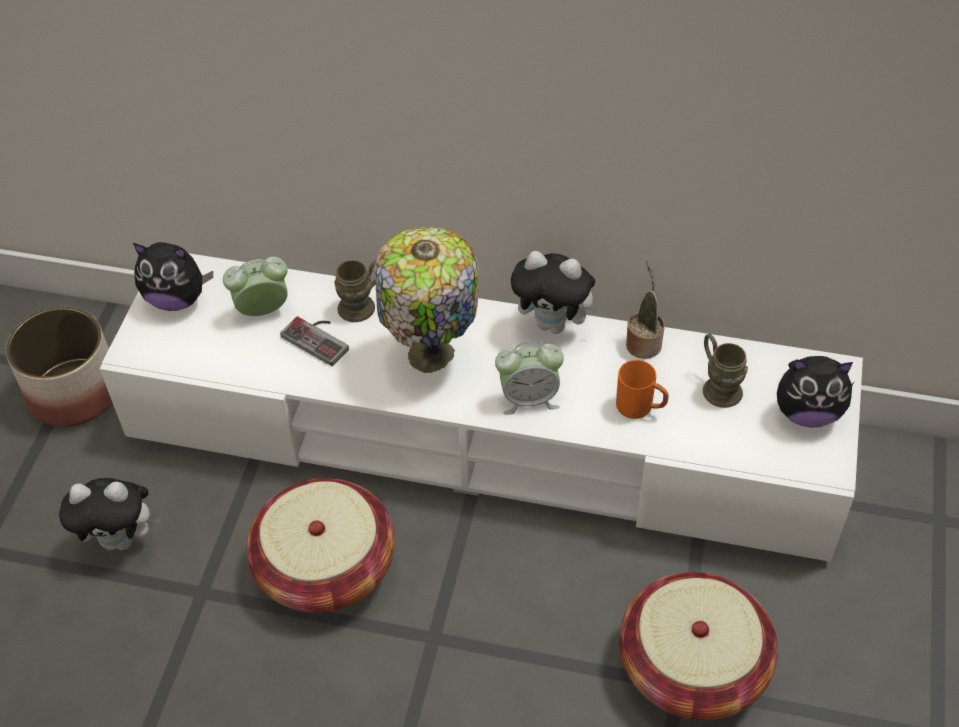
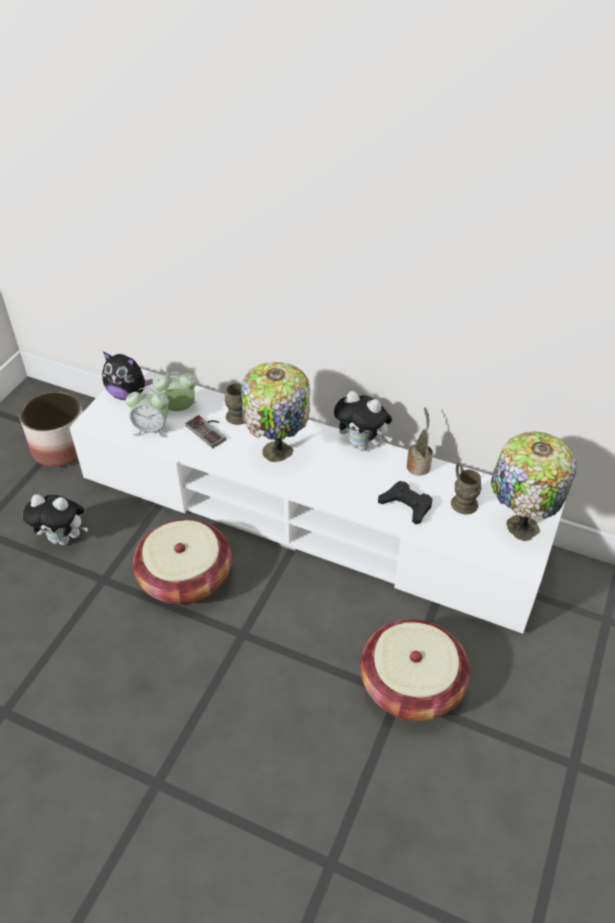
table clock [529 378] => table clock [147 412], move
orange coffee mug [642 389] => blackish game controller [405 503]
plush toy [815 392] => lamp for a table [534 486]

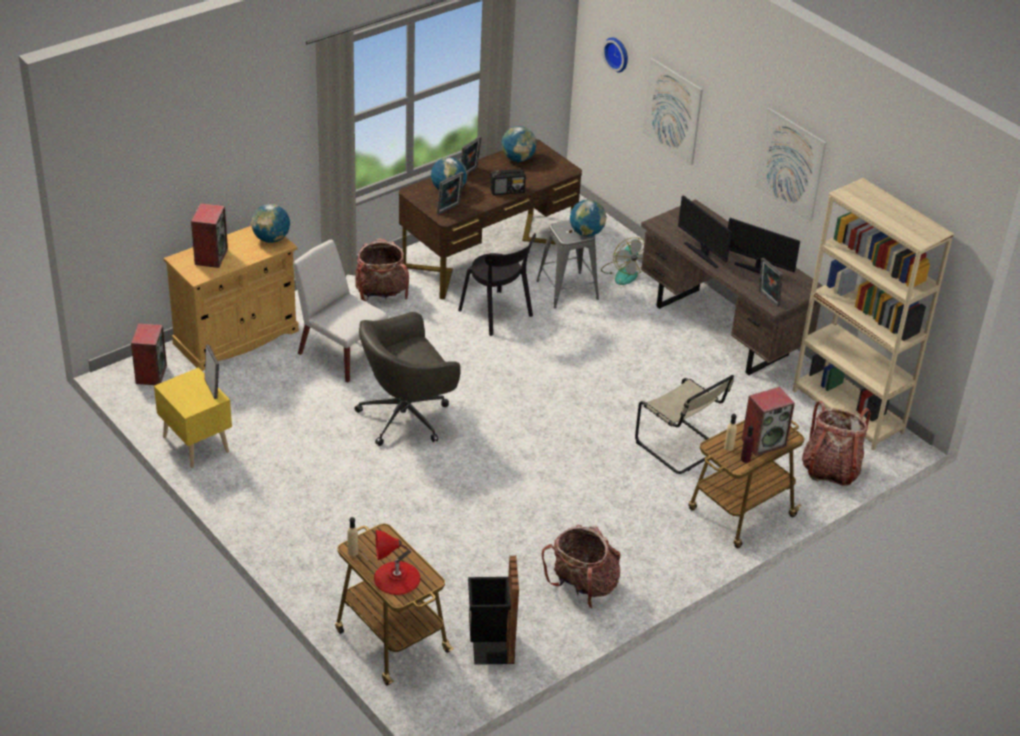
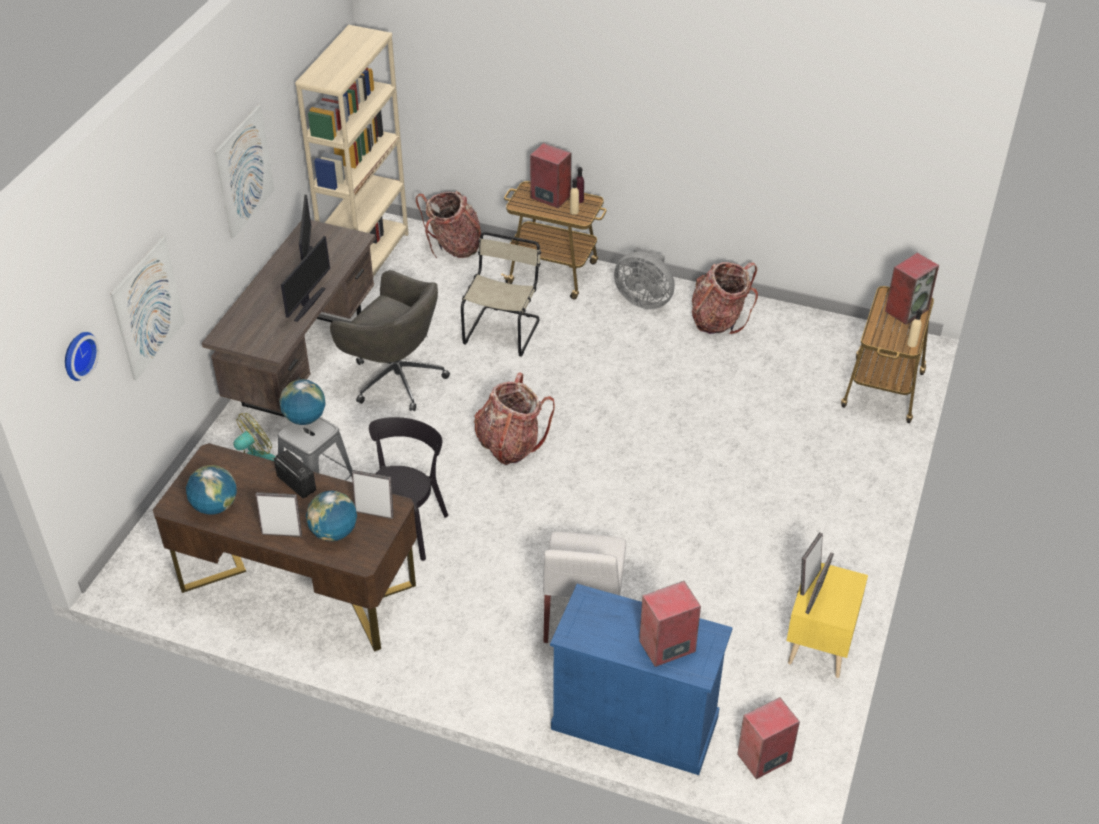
sand-coloured storage cabinet [231 298] => blue storage cabinet [641 679]
desk globe [270 223] => nothing
rucksack [382 269] => rucksack [514 419], move
greyish desk chair [407 379] => greyish desk chair [390 340], move
red-coloured lamp for a table [397 562] => speaker [912 289]
blackish rubbish bin [493 610] => nothing
photo frame [771 282] => photo frame [819 583], move
nothing => greyish electric fan [644 278]

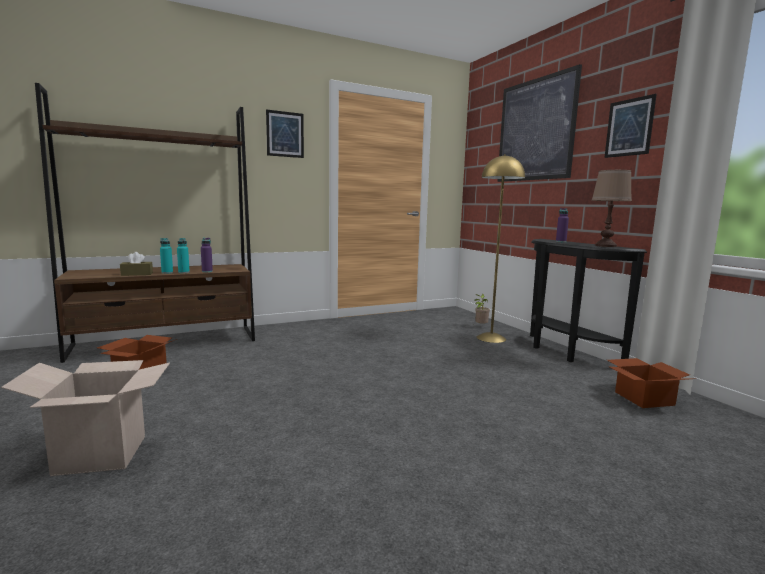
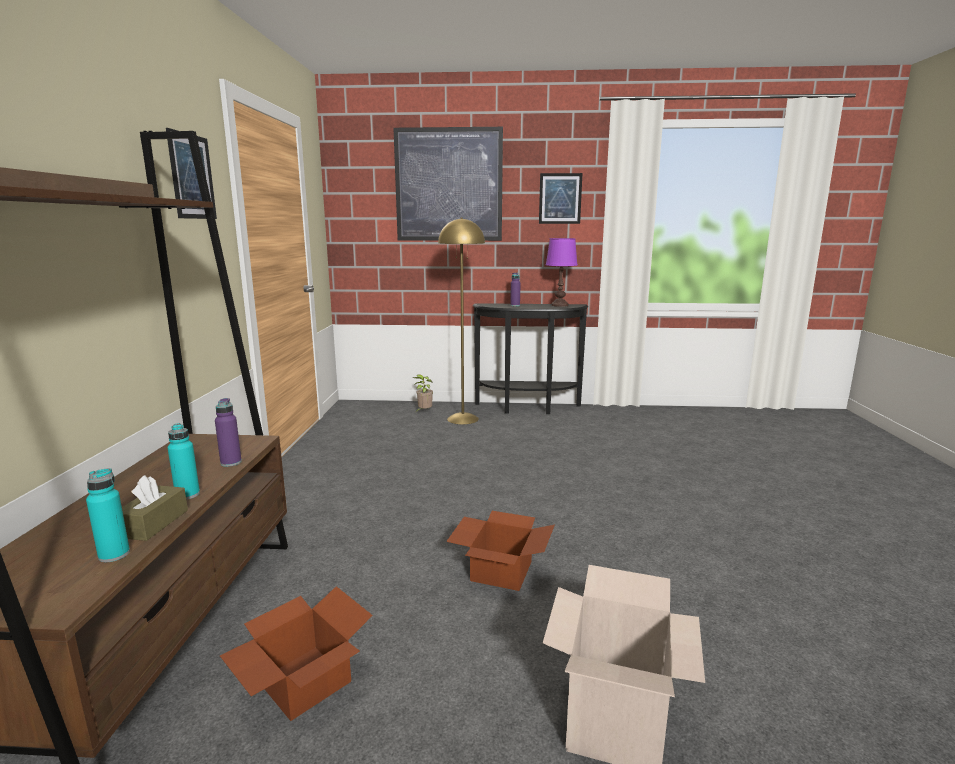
blue-green beverage bottle [183 255] => blue-green beverage bottle [108 515], move
brown-coloured lamp for a table [612 208] => purplish lamp for a table [562 272]
packing box [649 383] => packing box [500 551], move

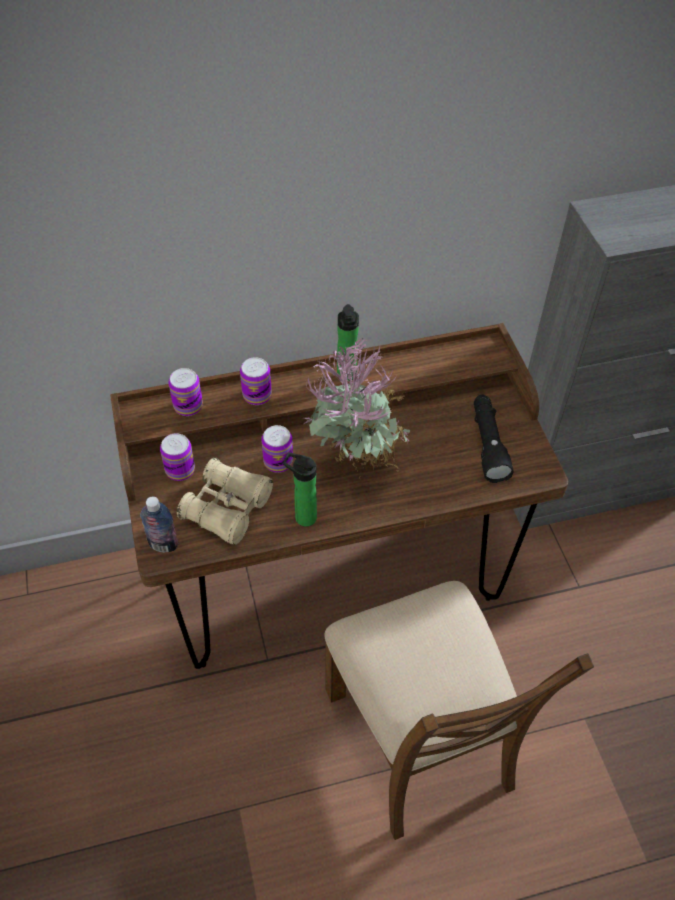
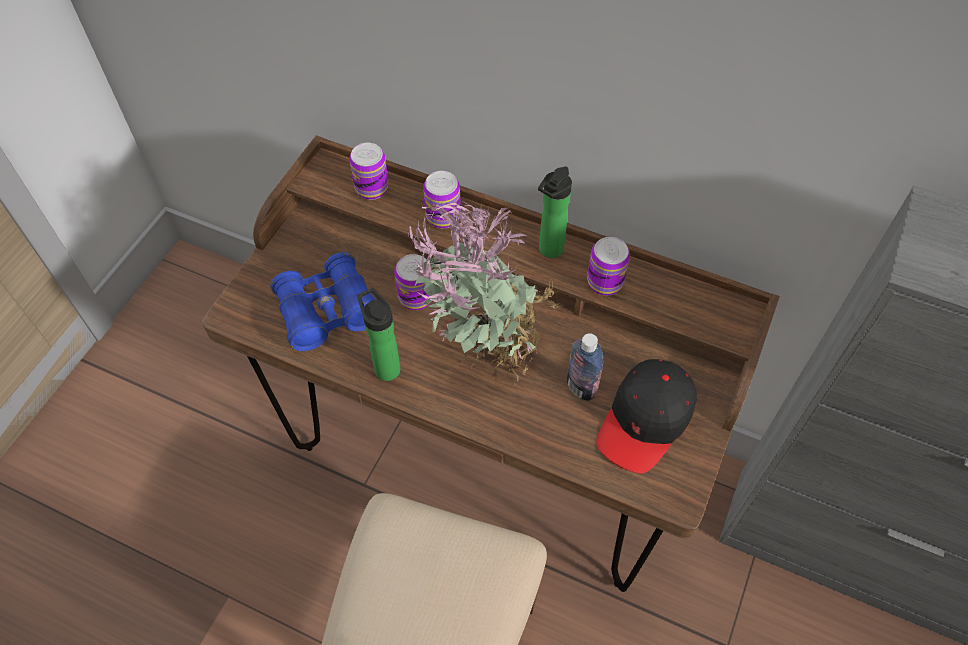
beverage bottle [159 524] => beverage bottle [585 367], move
sealed can [177 457] => sealed can [608 266], move
sand-coloured pair of binoculars [225 501] => blue pair of binoculars [322 301]
blackish flashlight [494 439] => blackish cap [646 416]

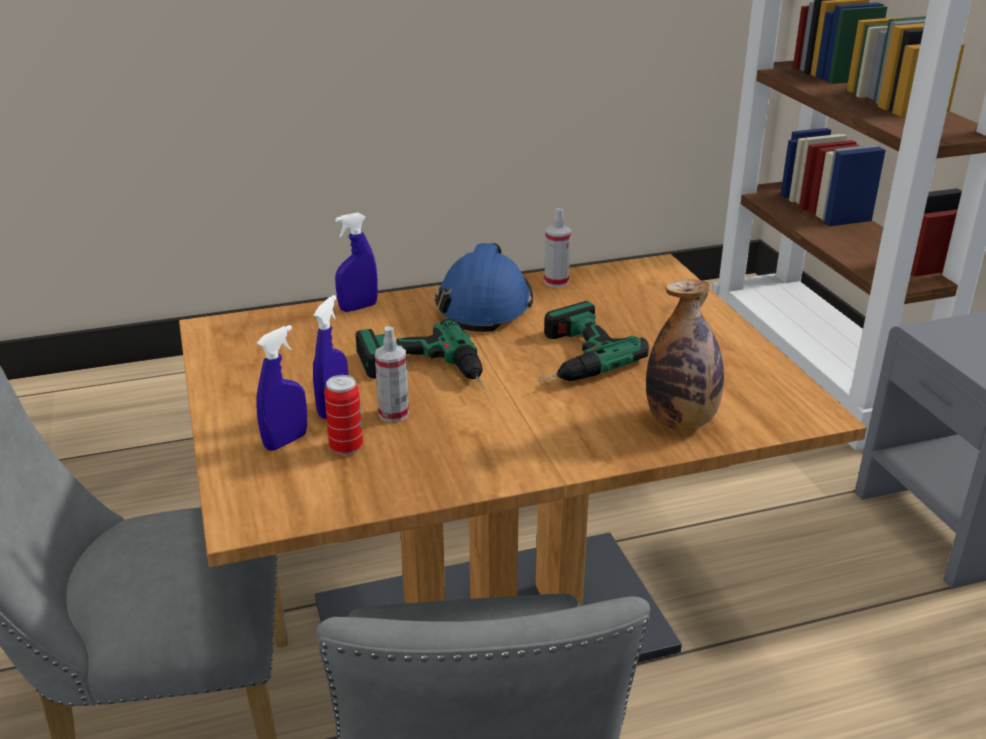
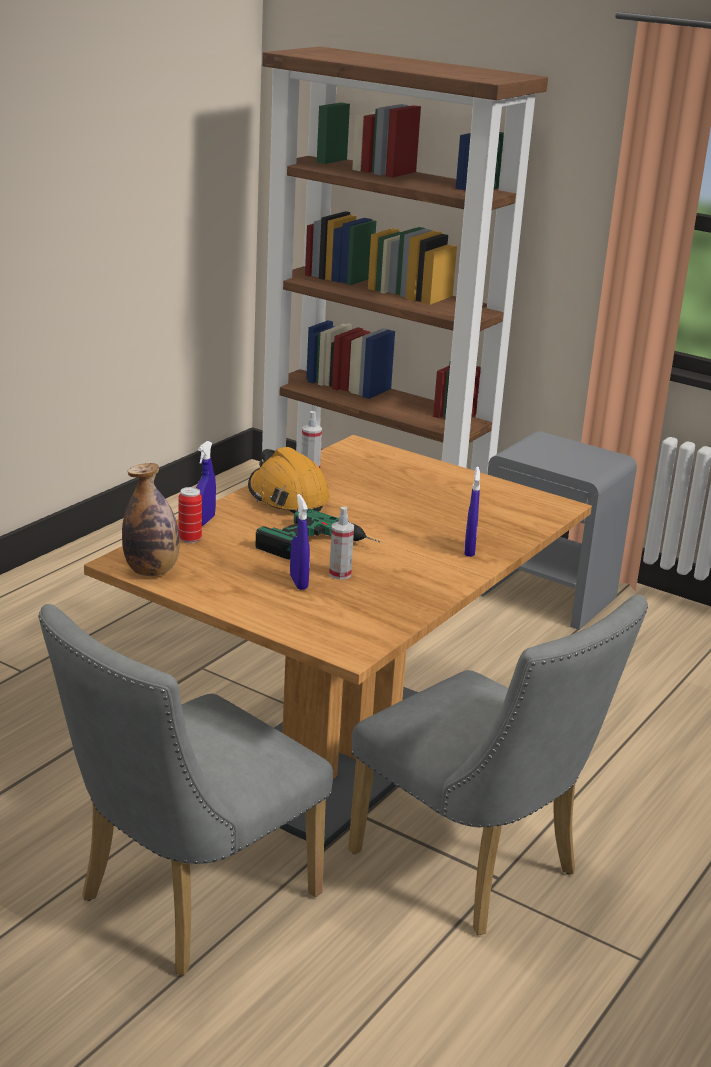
blue sprayer [281 388] => blue sprayer [472 512], move
sealed can [343 415] => sealed can [190 515], move
blue work helmet [484 287] => orange work helmet [289 480]
drill [593 341] => nothing
beverage bottle [685 355] => beverage bottle [151 519], move

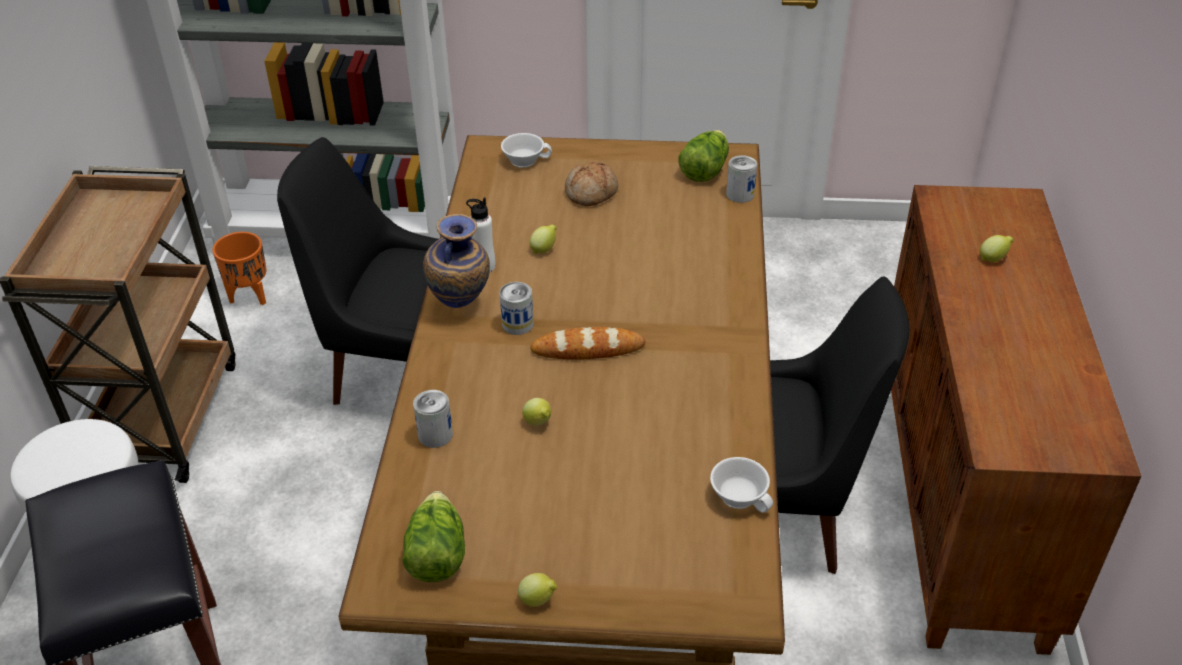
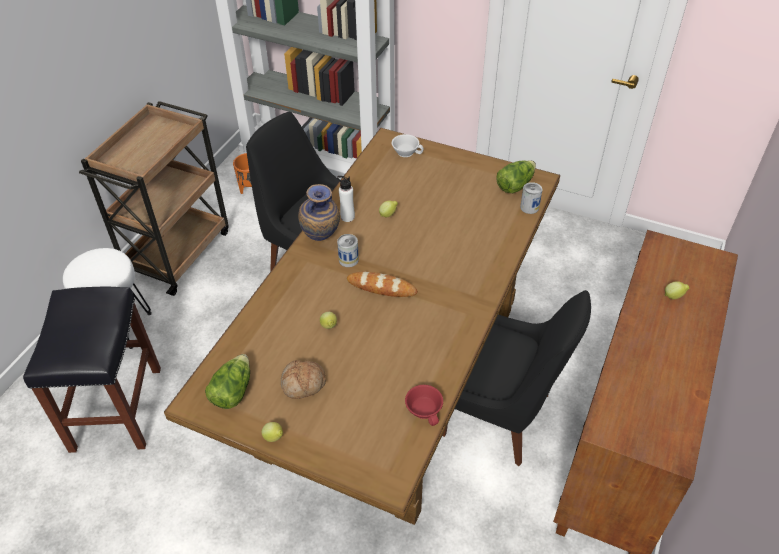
sealed can [433 419] => nothing
baked bread [592 184] => baked bread [303 379], move
white-coloured cup [741 485] => red-coloured cup [424 405]

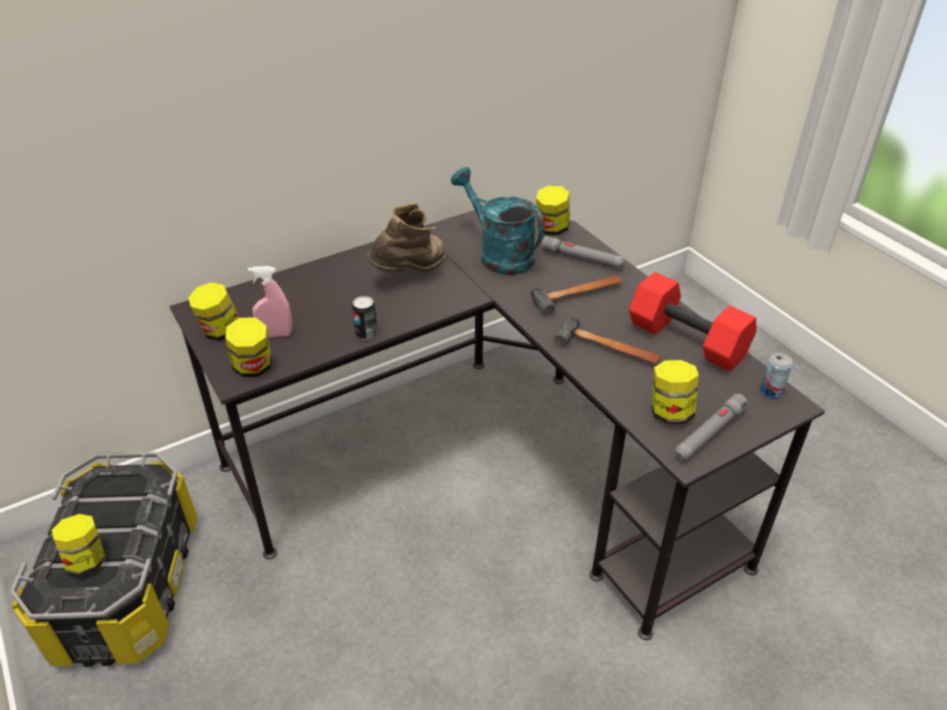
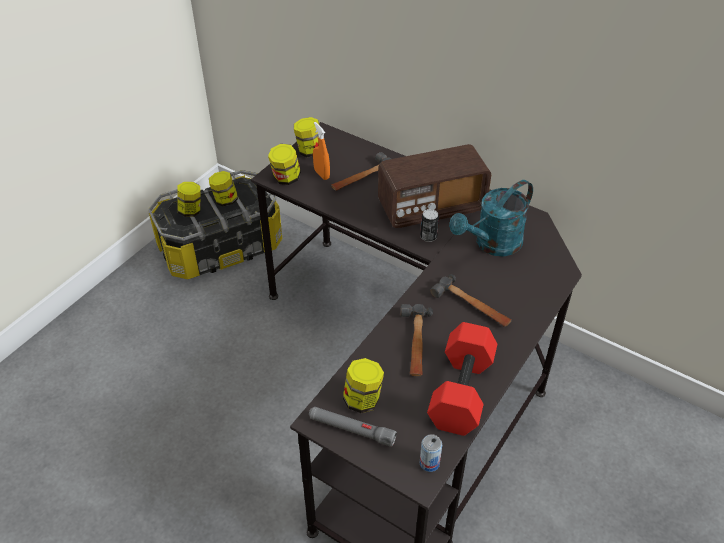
pinkish sprayer [270 301] => orange sprayer [321 151]
sealed can [364 318] => sealed can [429 225], move
brown-coloured high-top boot [406 238] => radio [434 186]
blue-green watering pot [497 221] => blue-green watering pot [491 218], 150 degrees counterclockwise
preserve jar [553 210] => preserve jar [223 189], move
greyish flashlight [583 252] => nothing
nothing => hammer [361 171]

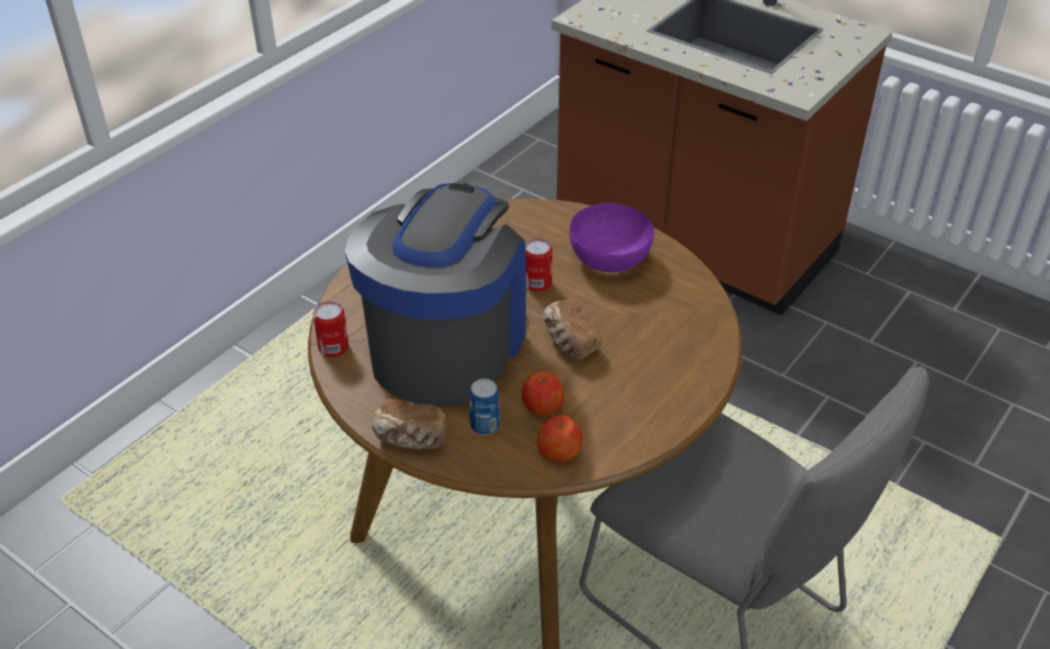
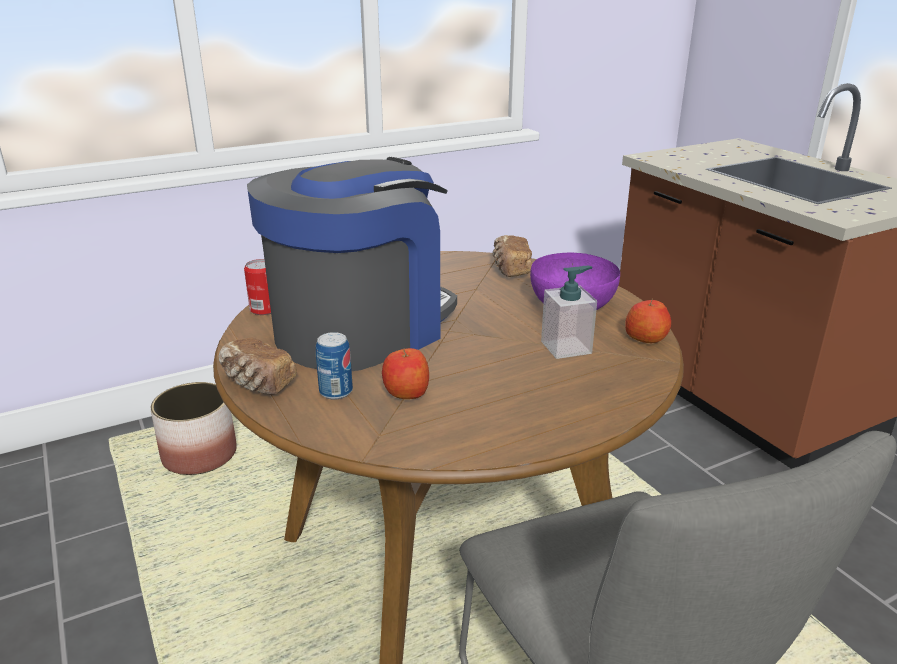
sealed can [539 265] => nothing
apple [560 438] => apple [648 320], move
baked bread [572 330] => baked bread [512 256], move
nothing => flower pot [193 428]
nothing => soap bottle [569 312]

